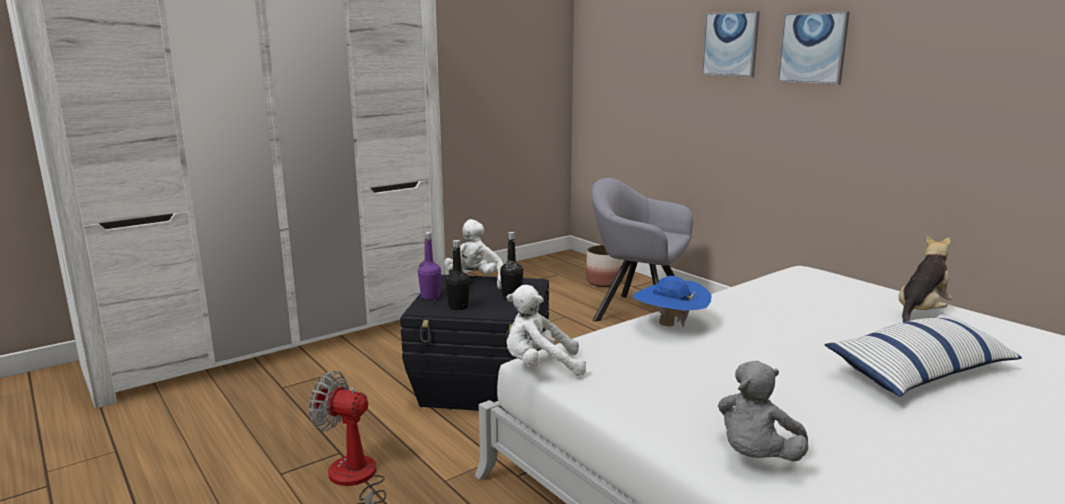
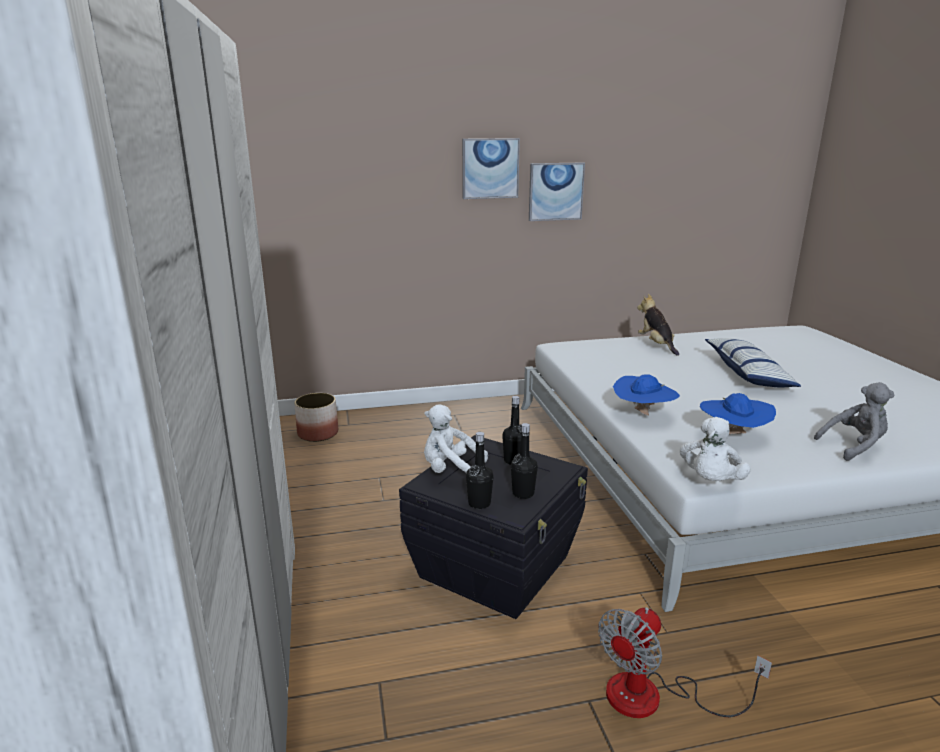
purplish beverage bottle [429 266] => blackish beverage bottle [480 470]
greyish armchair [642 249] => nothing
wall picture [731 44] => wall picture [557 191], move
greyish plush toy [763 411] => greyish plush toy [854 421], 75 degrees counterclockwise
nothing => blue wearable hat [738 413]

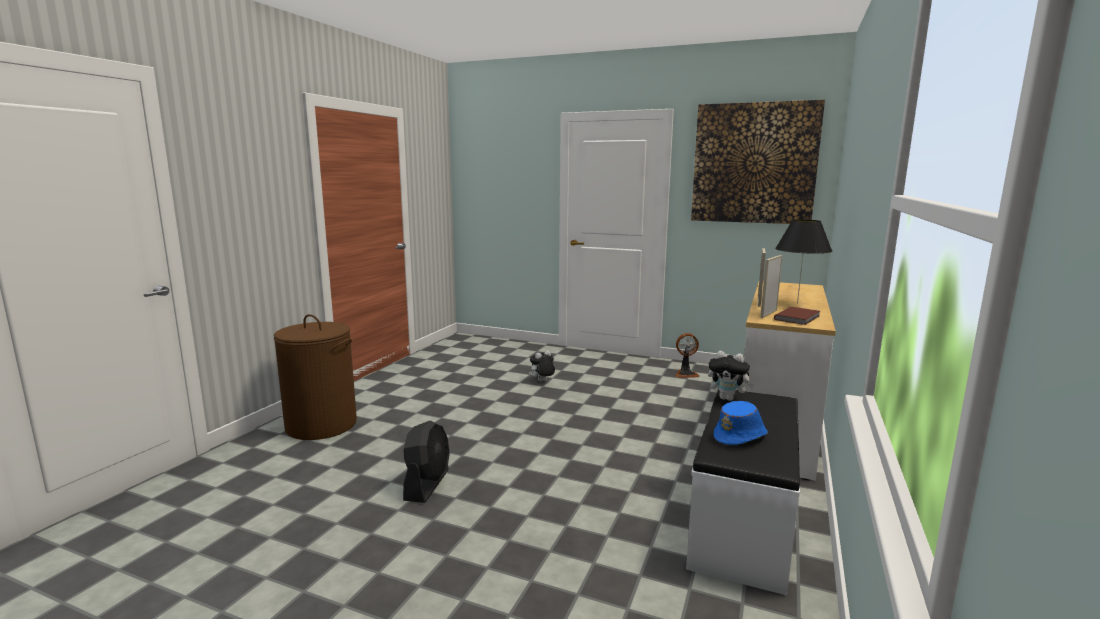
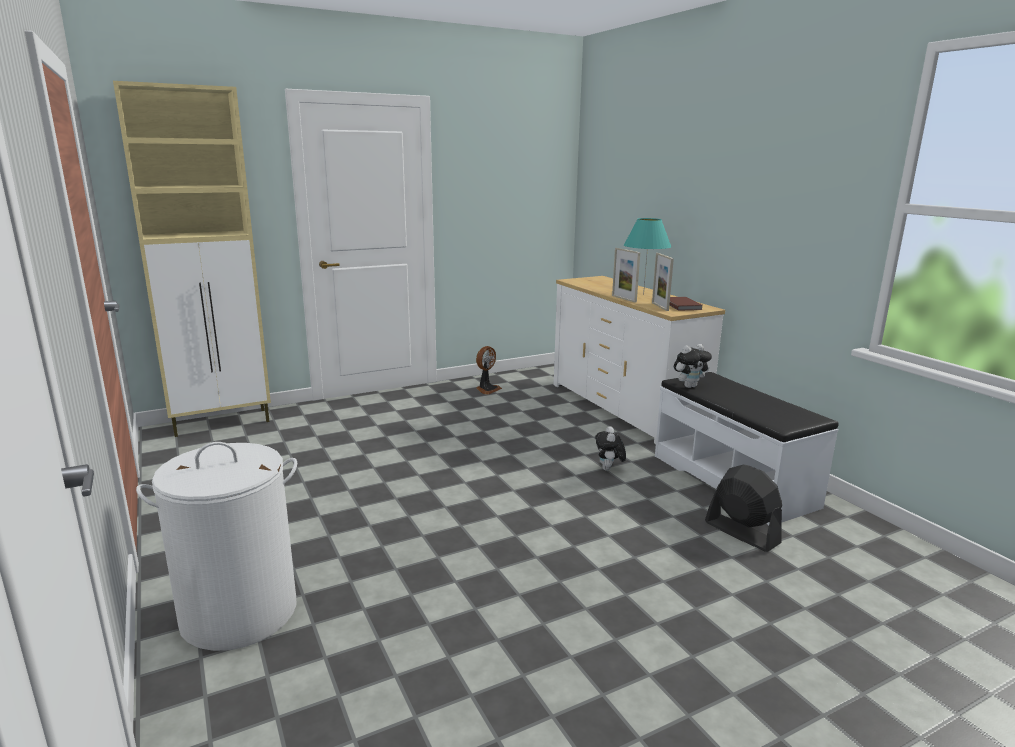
brown-coloured hamper [315 377] => white-coloured hamper [216 546]
blackish electric fan [426 462] => blackish electric fan [743 508], move
plush toy [542 366] => plush toy [610 448], move
wall picture [758 162] => nothing
blue wearable hat [741 423] => nothing
blackish lamp for a table [804 261] => blue-green lamp for a table [647 256]
nothing => sand-coloured storage cabinet [192 259]

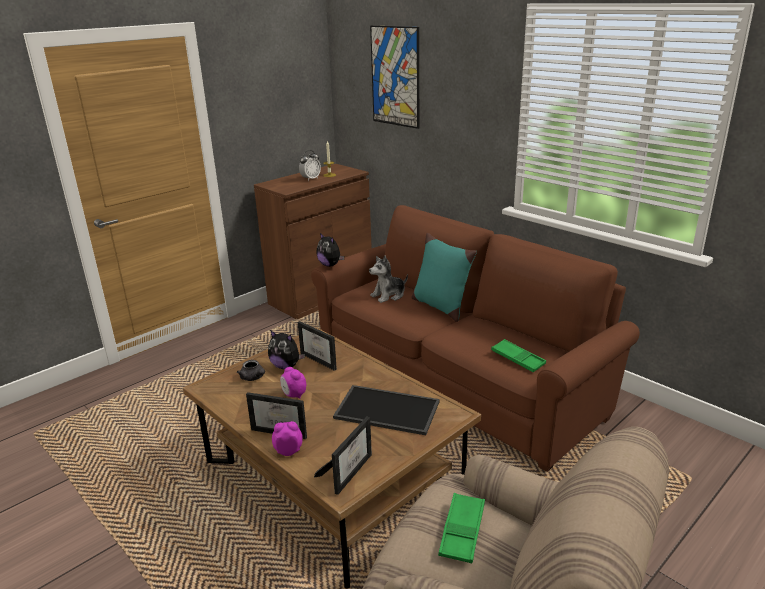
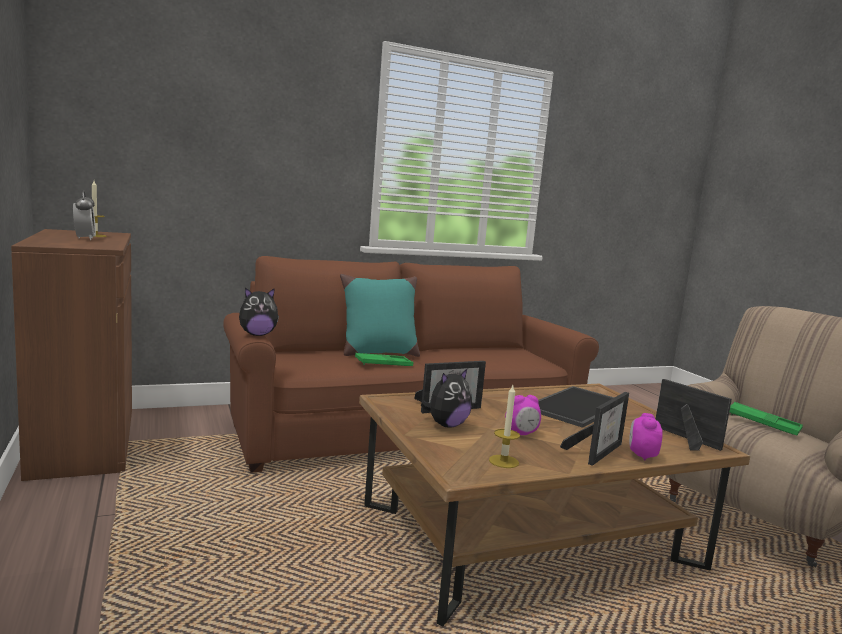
greyish tea pot [251 370] => nothing
plush toy [388 279] => nothing
wall picture [394 77] => nothing
green carrying tray [518 355] => green carrying tray [384 359], move
nothing => wax light [504 426]

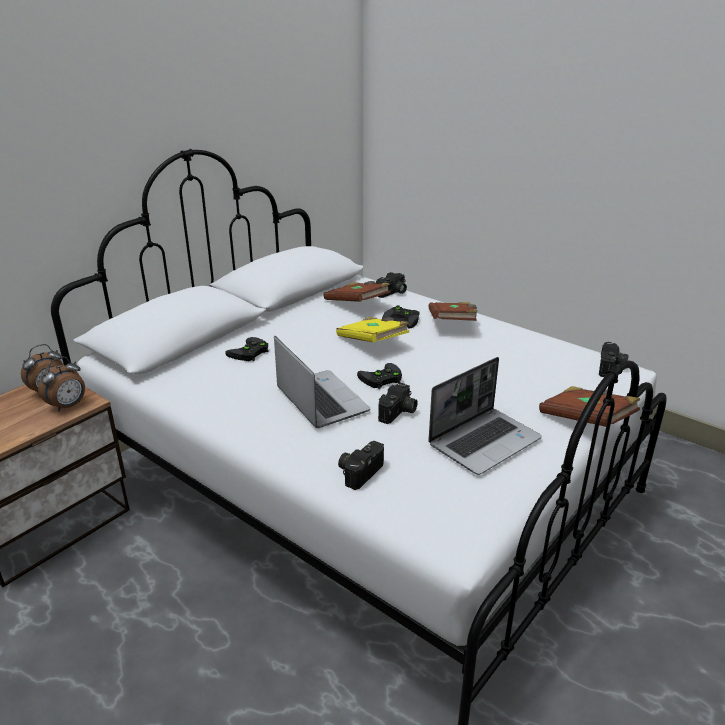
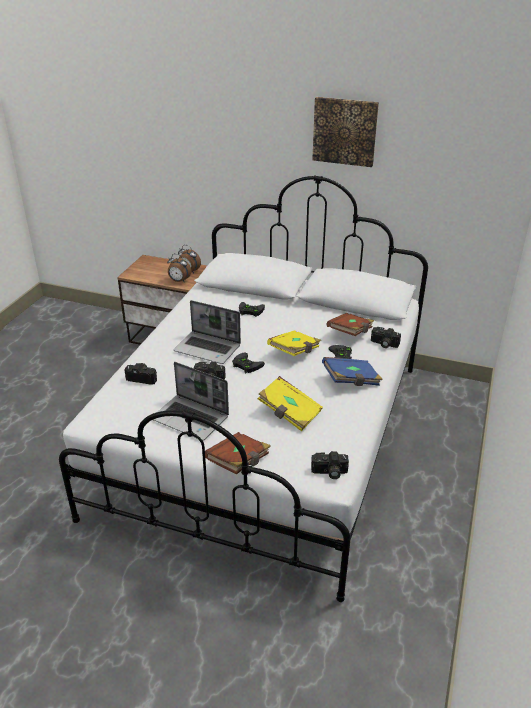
notebook computer [322 382] => notebook computer [207 332], 75 degrees clockwise
brown-coloured volume [453 311] => blue volume [352 371]
nothing => yellow-coloured volume [290 403]
nothing => wall picture [345 132]

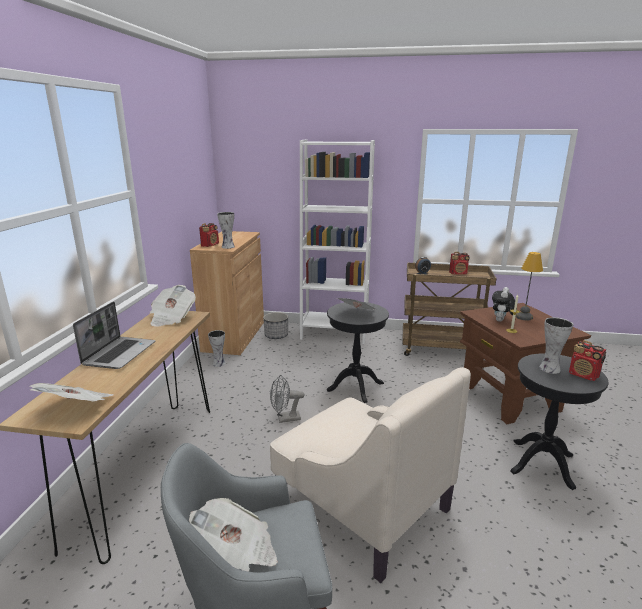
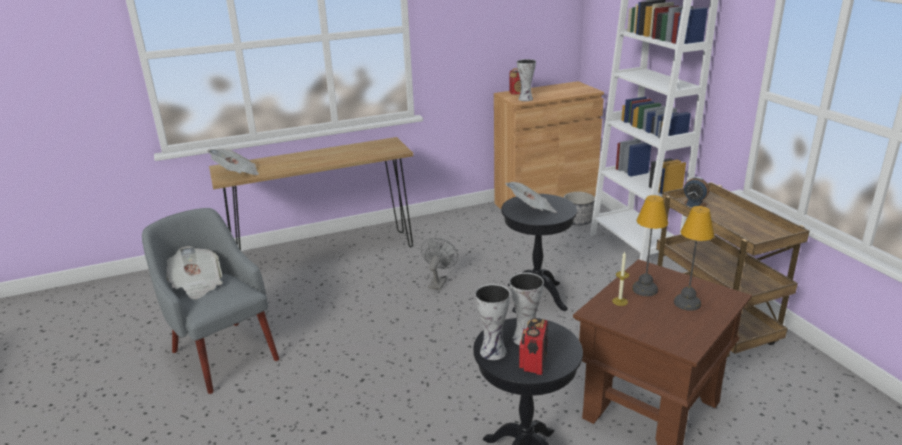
notebook computer [114 335] => nothing
daily paper [173 306] => nothing
decorative vase [217 348] => decorative vase [492 322], move
sand-coloured armchair [370 475] => nothing
greyish electric fan [287 399] => greyish electric fan [439 264], 60 degrees clockwise
radio [459 263] => nothing
plush toy [504 304] => lamp for a table [650 245]

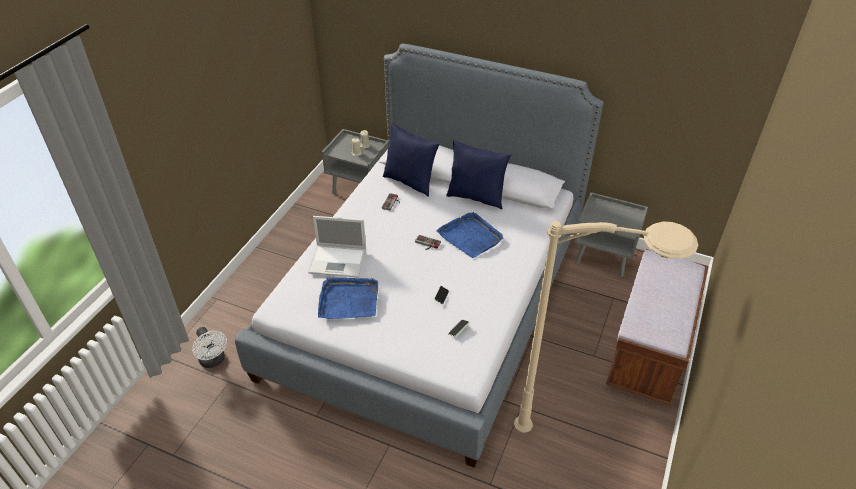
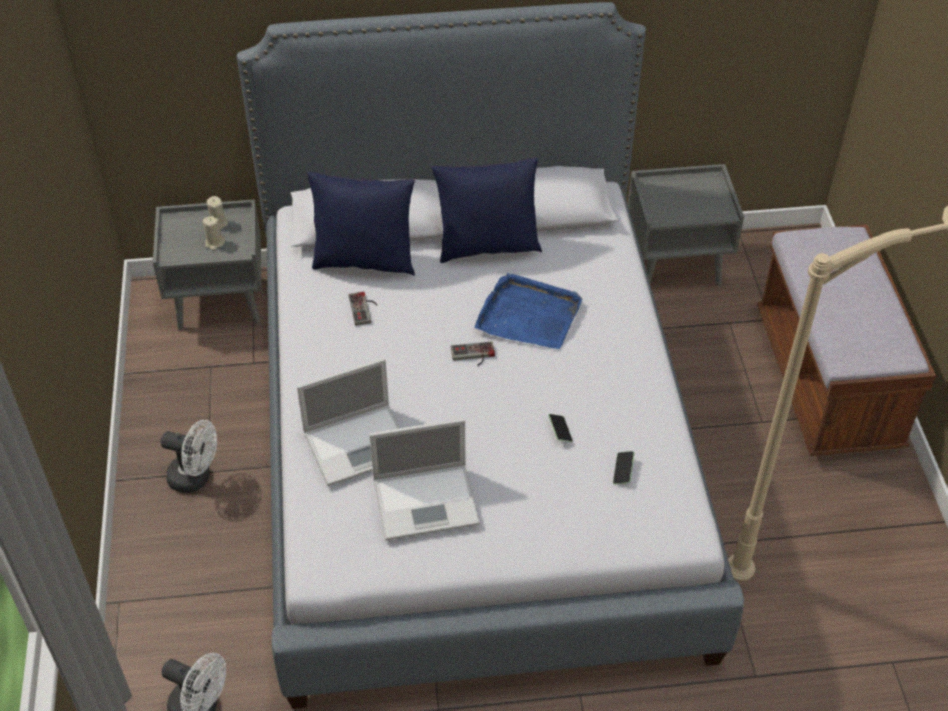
blue carrying tray [348 298] => notebook computer [424 479]
nothing => white-coloured electric fan [189 456]

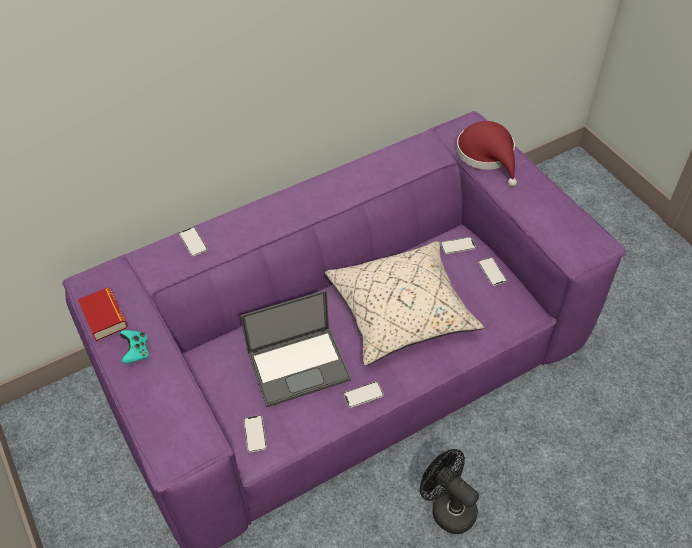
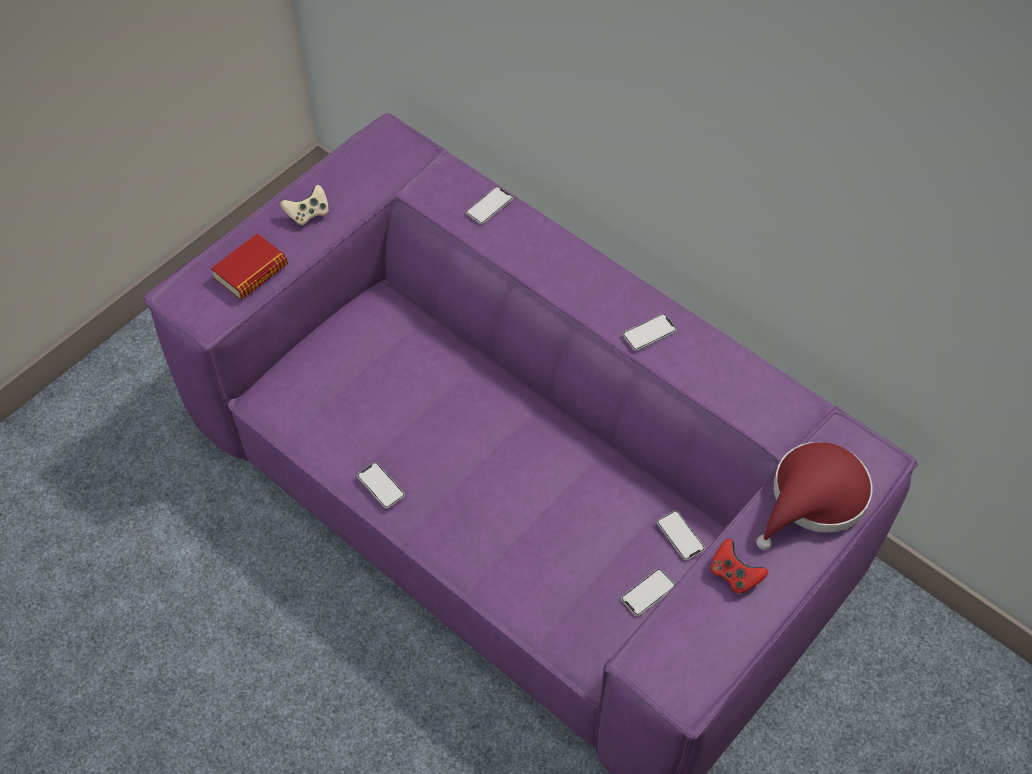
volume [103 314] => volume [249 266], move
blue-green game controller [134 346] => sand-coloured game controller [305 205]
notebook computer [295 348] => nothing
telephone [255 434] => telephone [649 332], move
sand-coloured throw pillow [404 303] => nothing
blackish electric fan [449 491] => nothing
nothing => red-coloured game controller [739 566]

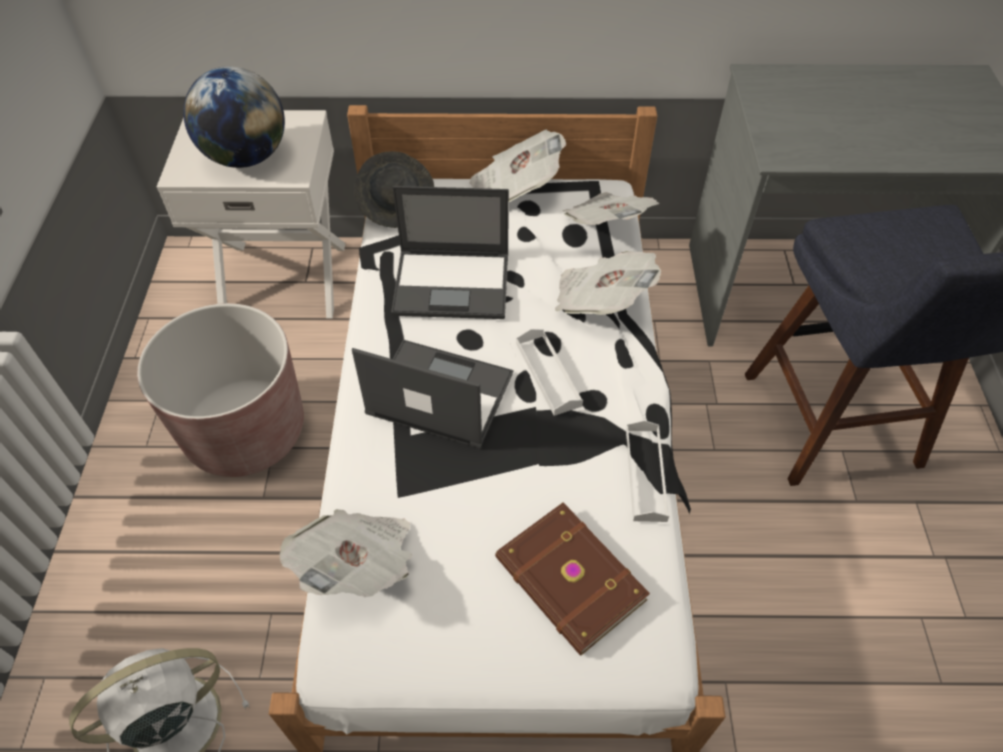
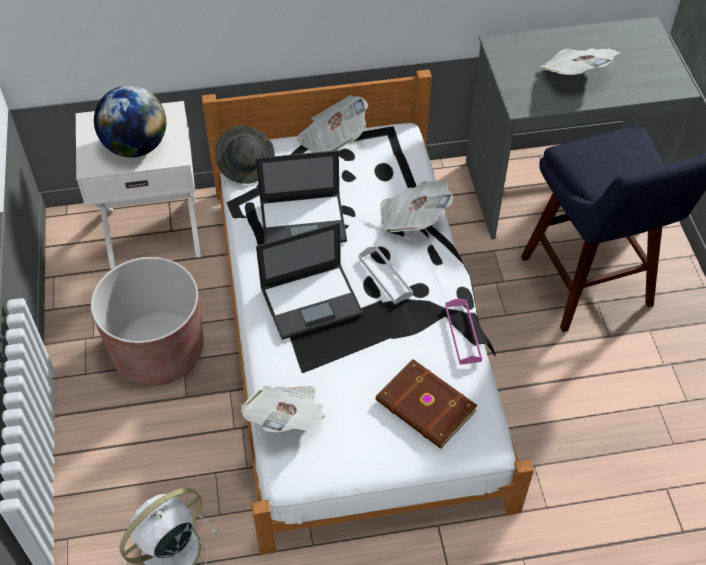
notebook computer [432 394] => notebook computer [309 281], 150 degrees clockwise
daily paper [611 208] => daily paper [580 61], move
white-coloured carrying tray [647 471] => pinkish carrying tray [463 332]

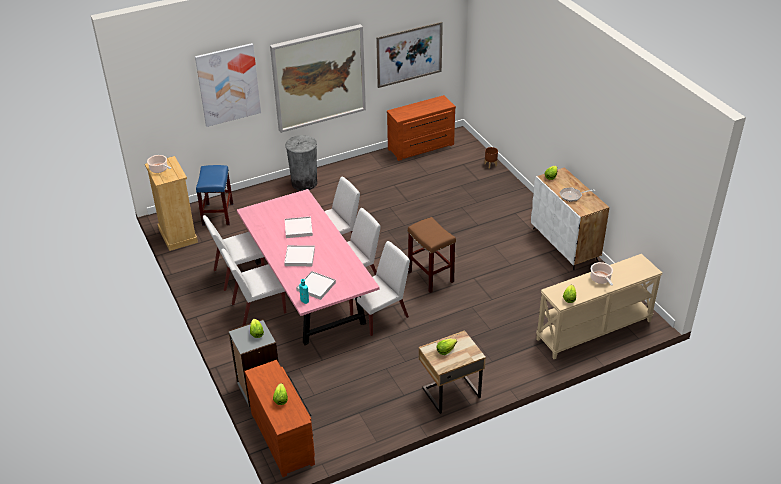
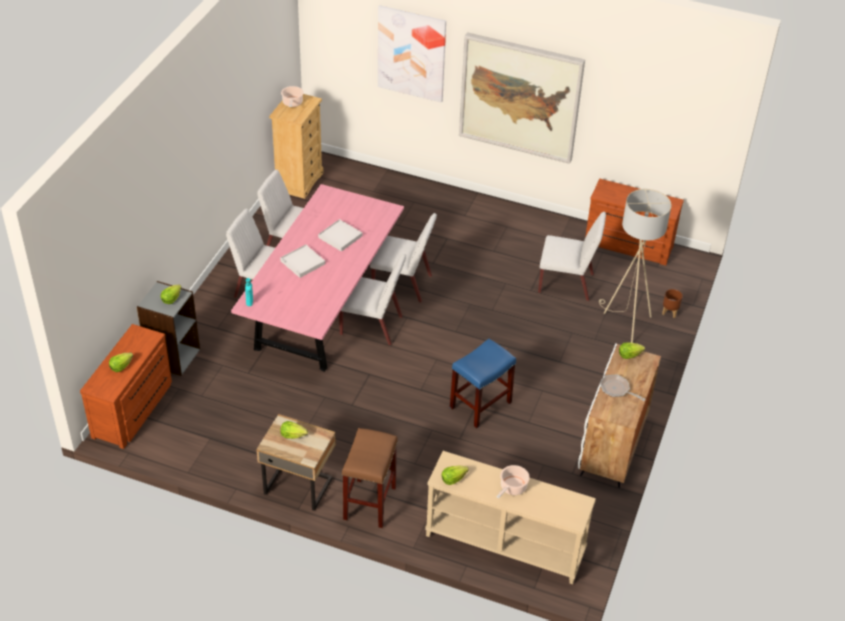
blue stool seat [214 195] => blue stool seat [483 383], move
greyish rubbish bin [301 163] => nothing
white-coloured carrying tray [316 285] => nothing
white-coloured plain chair [379 288] => white-coloured plain chair [572 256], move
wall picture [409 55] => nothing
brown-coloured stool seat [432 255] => brown-coloured stool seat [370 478], move
nothing => sand-coloured floor lamp [635 266]

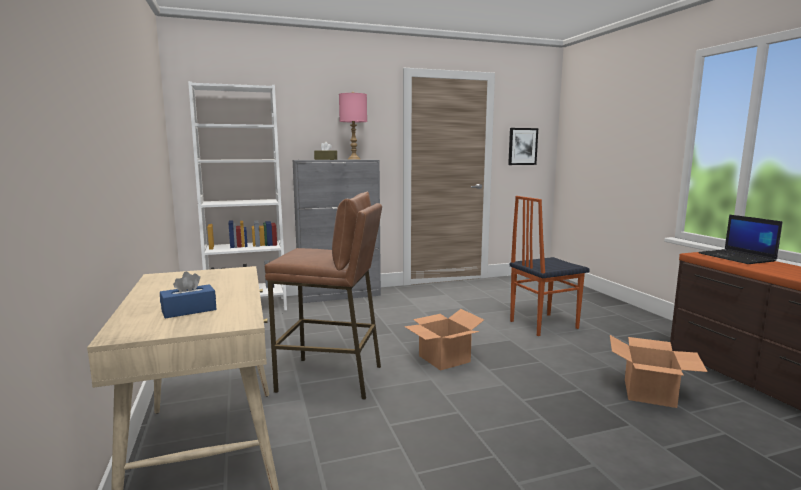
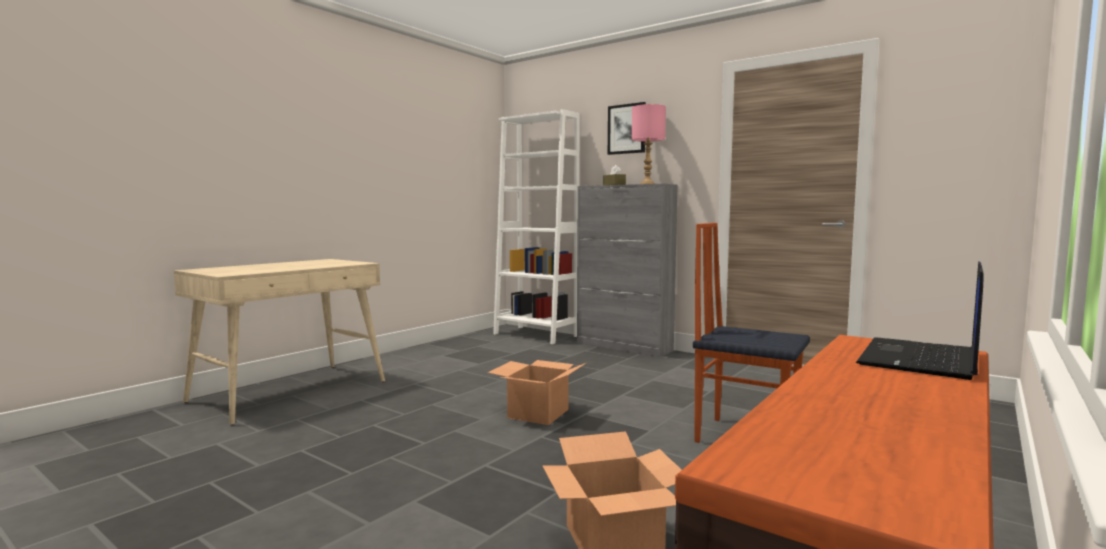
blue box of tissues [188 295] => nothing
brown-coloured stool seat [323 296] => nothing
wall picture [523 146] => wall picture [627 128], move

